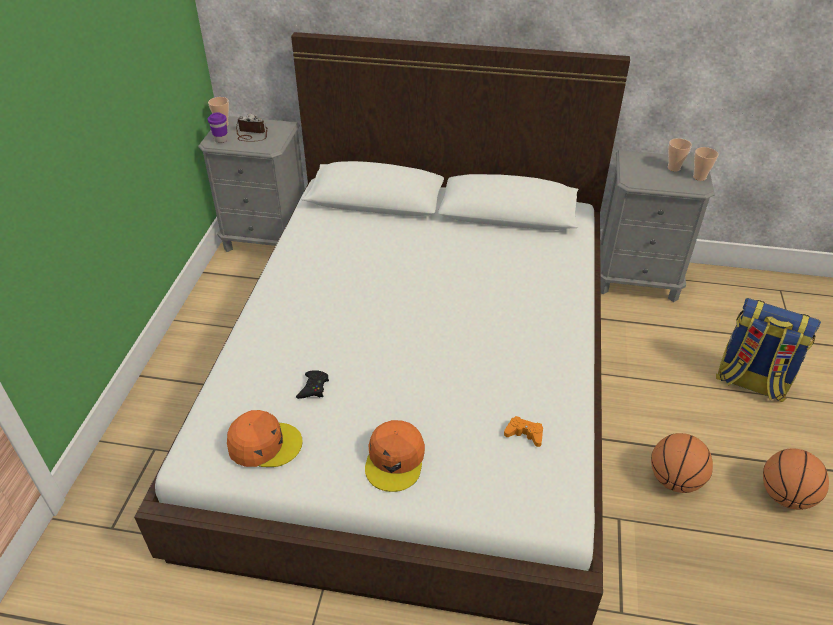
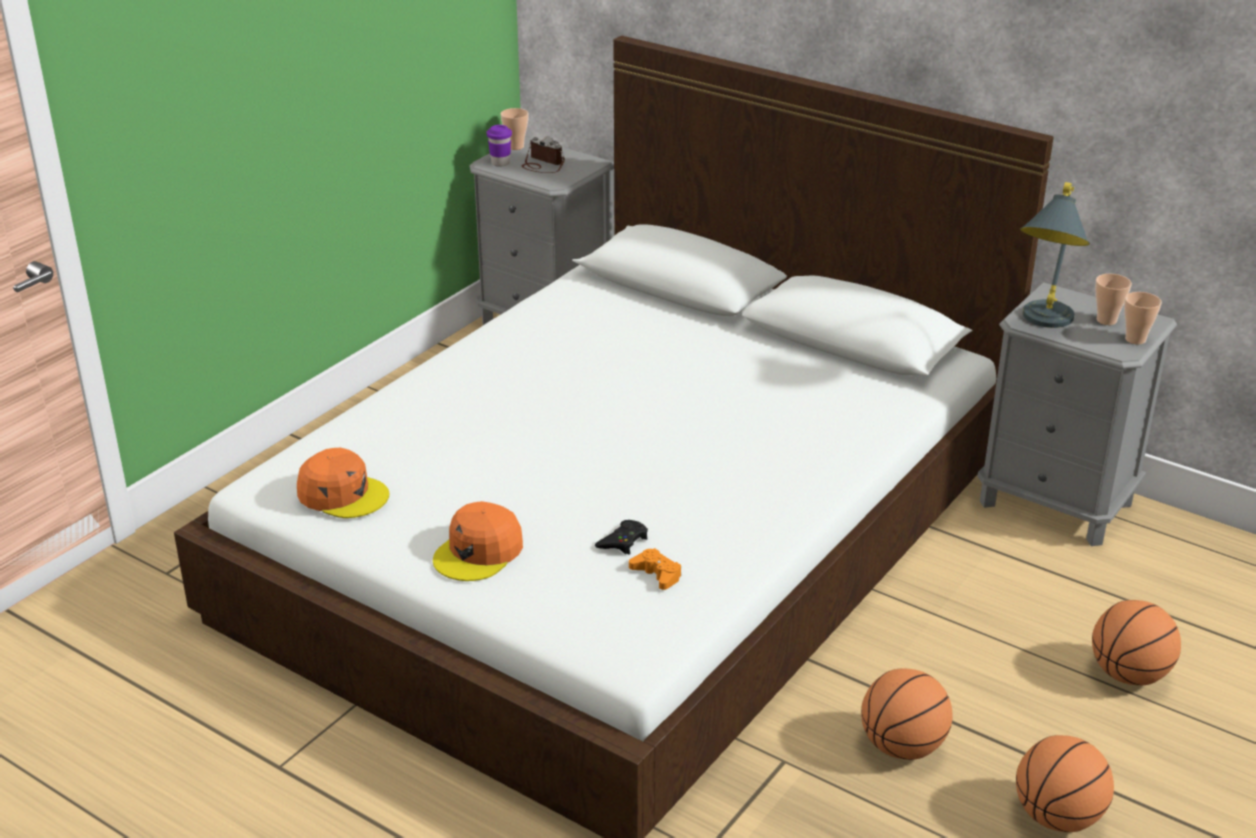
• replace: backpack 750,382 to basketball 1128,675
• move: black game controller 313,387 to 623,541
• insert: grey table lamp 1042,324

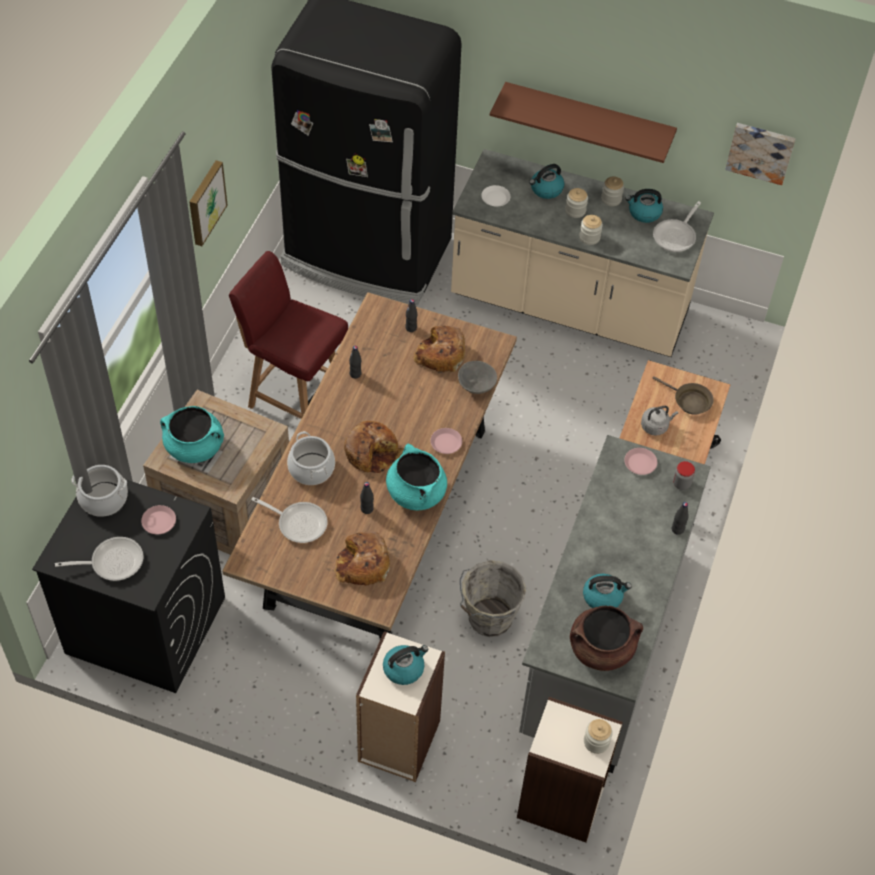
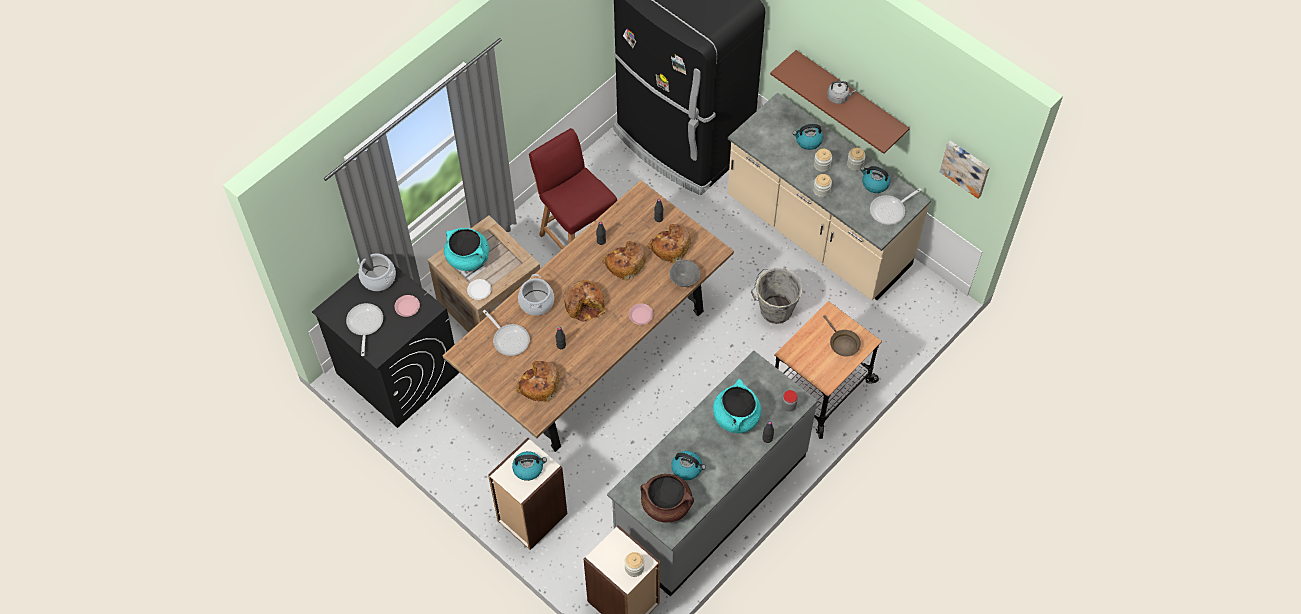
• delete: picture 205,202
• move: white plate 495,198 to 479,290
• move: grey kettle 655,426 to 839,97
• move: turquoise cooking pot 415,493 to 736,417
• delete: pink plate 640,463
• rotate: frying pan 112,562 = 364,325 105 degrees counterclockwise
• move: grey bucket 488,619 to 774,310
• insert: bread 624,263

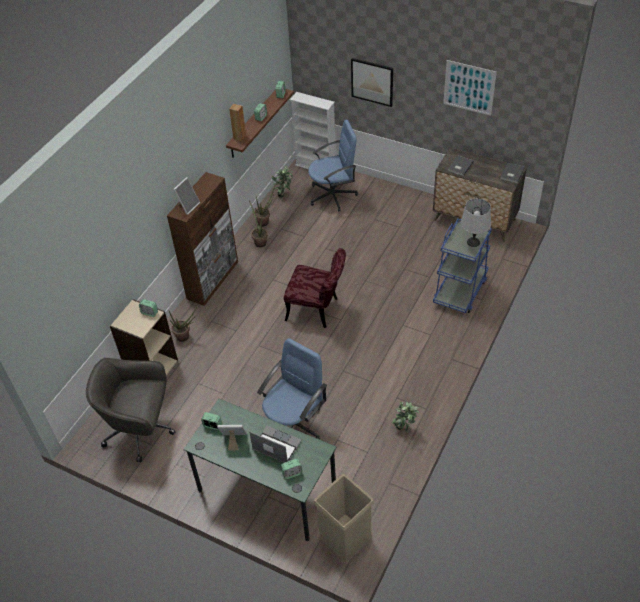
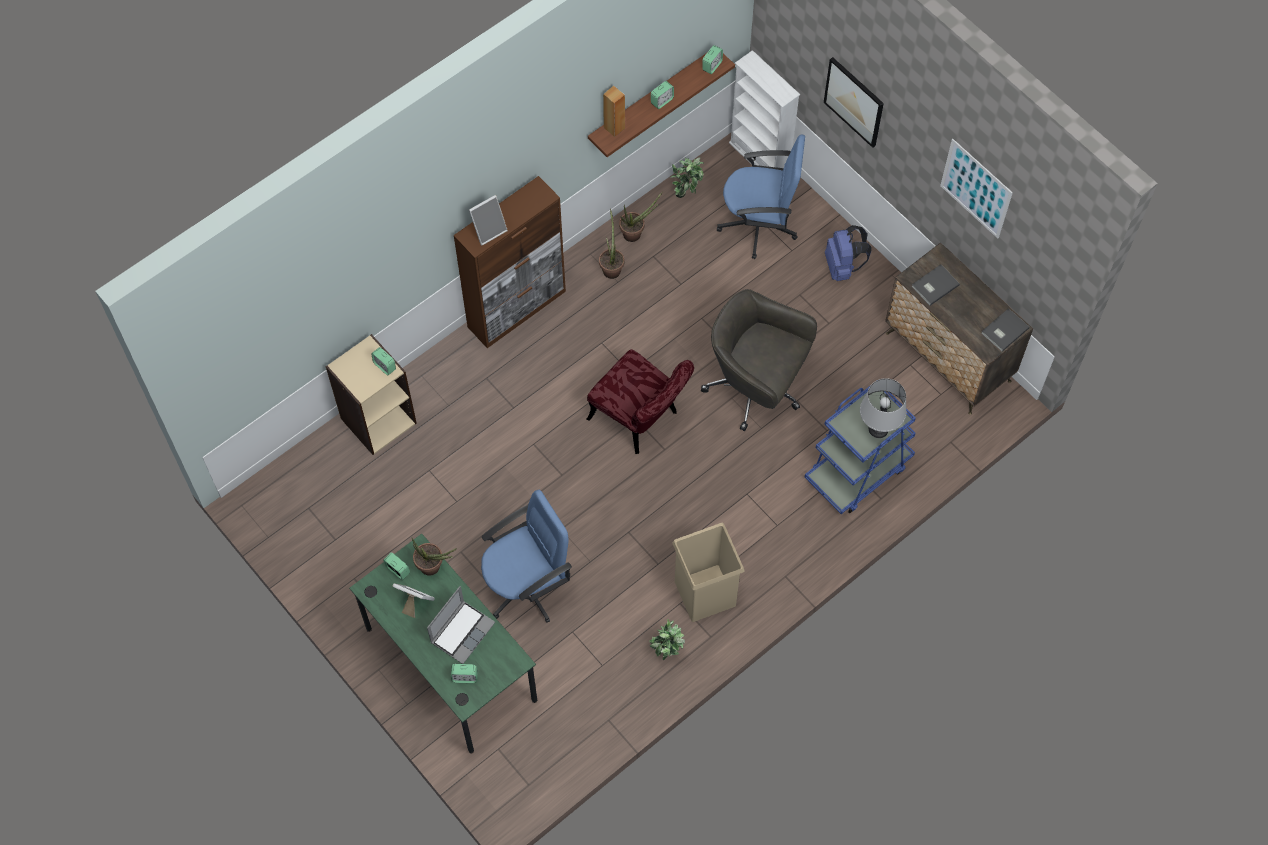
• move: potted plant 185,337 to 434,568
• move: grey office chair 141,430 to 756,388
• rotate: laptop 276,446 = 462,631 75 degrees clockwise
• move: beige trash can 345,538 to 704,593
• insert: blue backpack 843,267

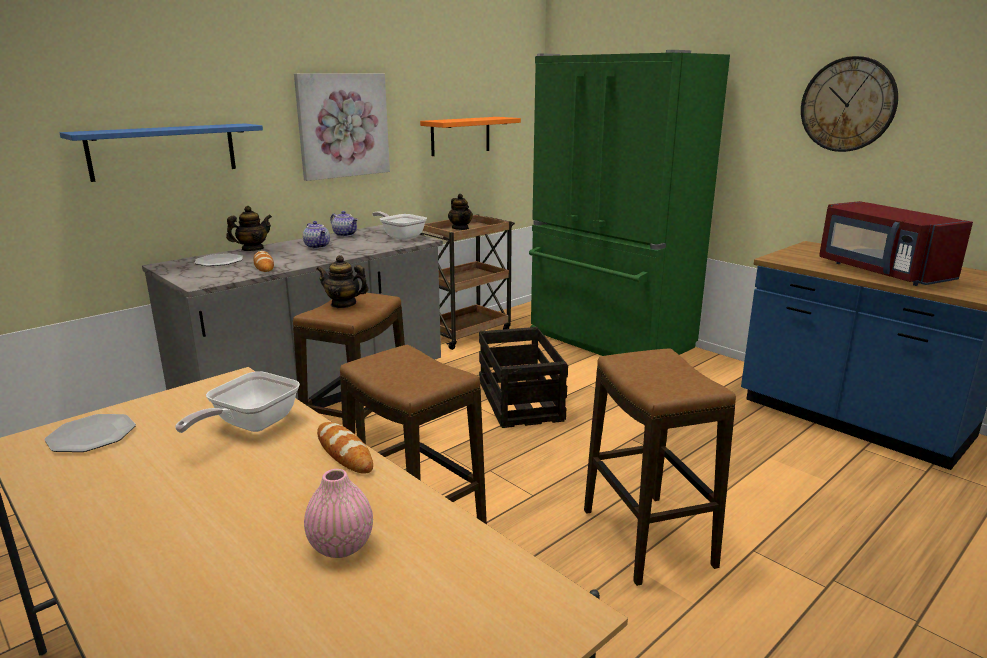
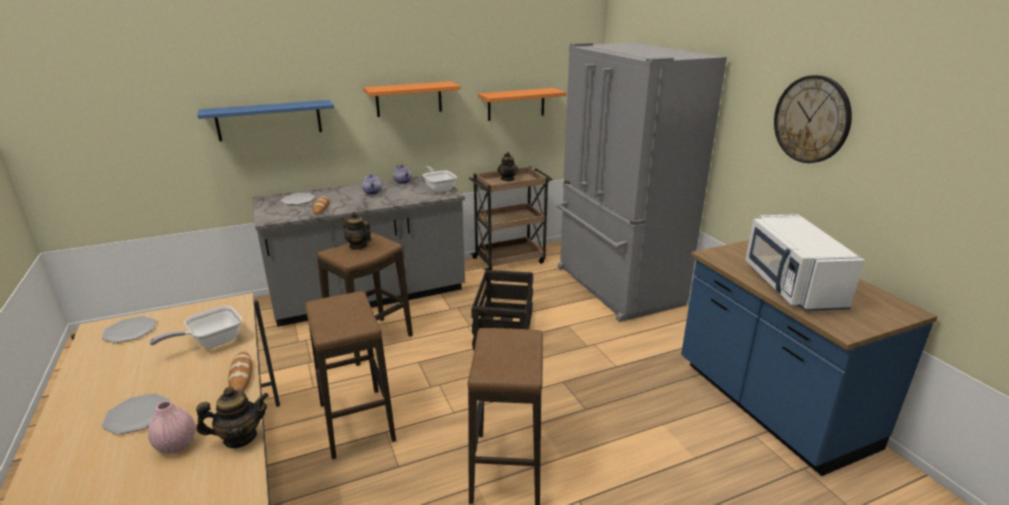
• recolor: green fridge 608,341 to grey fridge 616,286
• replace: picture 342,125 to orange shelf 409,99
• recolor: red microwave 880,272 to white microwave 790,285
• move: teapot 252,249 to 240,437
• insert: plate 137,415

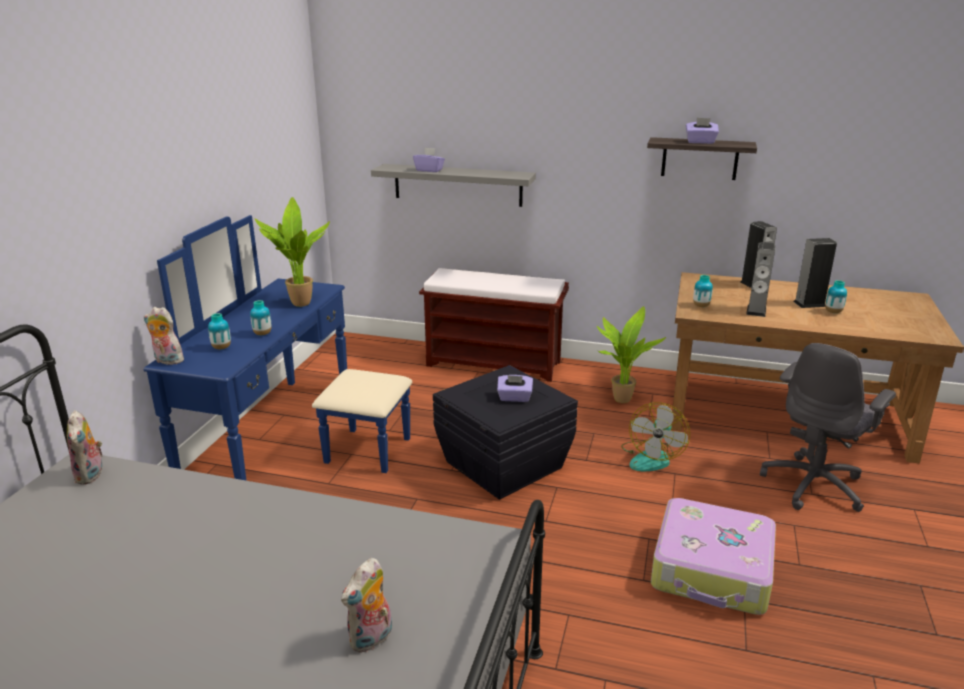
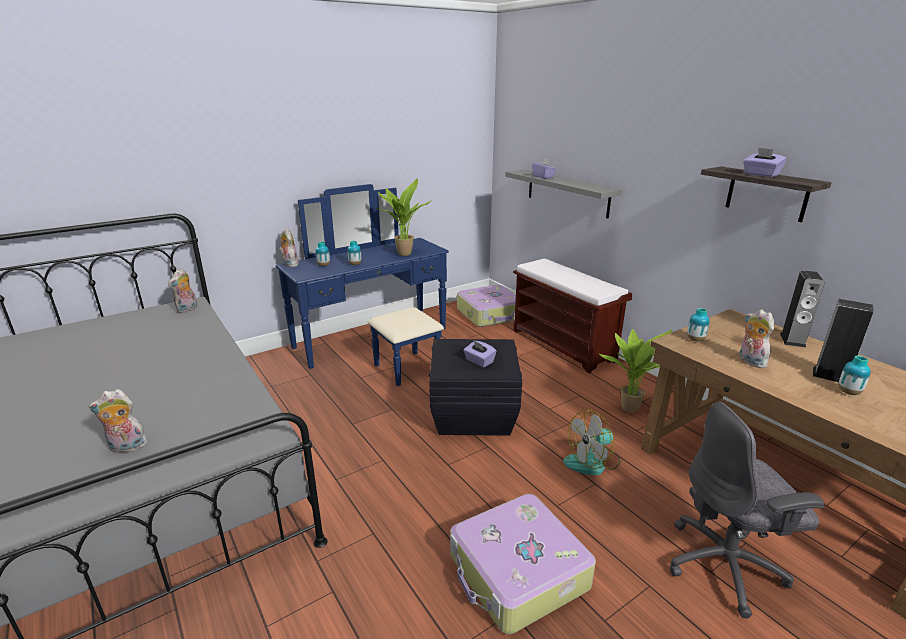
• replace: speaker 756,310 to plush toy 749,361
• insert: suitcase 490,314

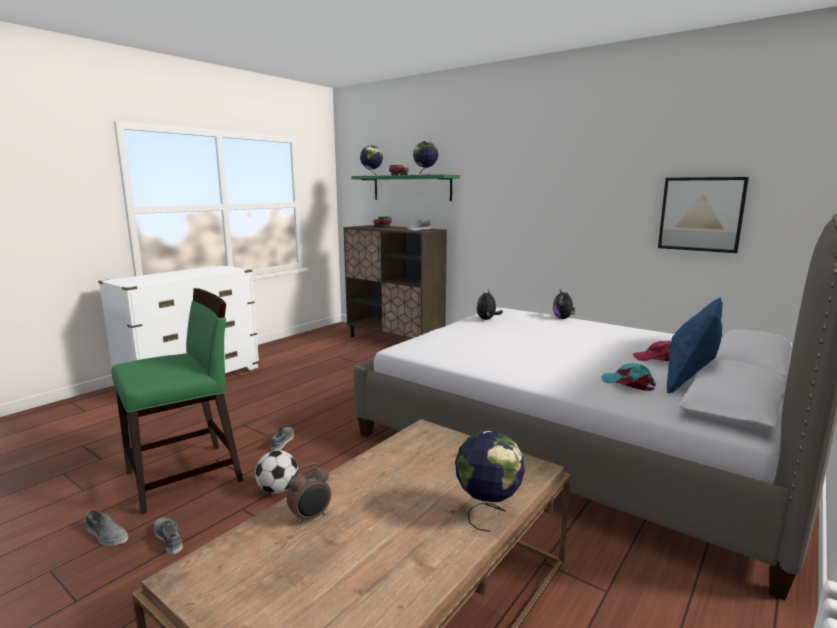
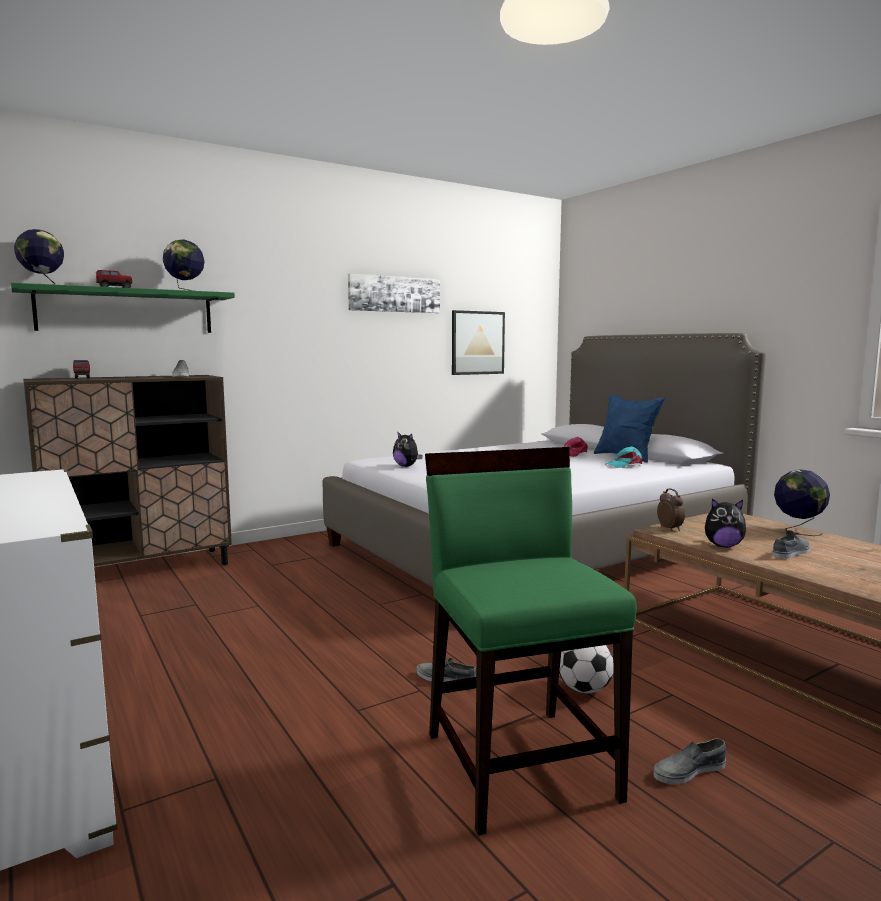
• move: plush toy 563,318 to 723,546
• move: alarm clock 311,517 to 670,529
• move: grey shoe 106,535 to 791,552
• insert: picture 394,294

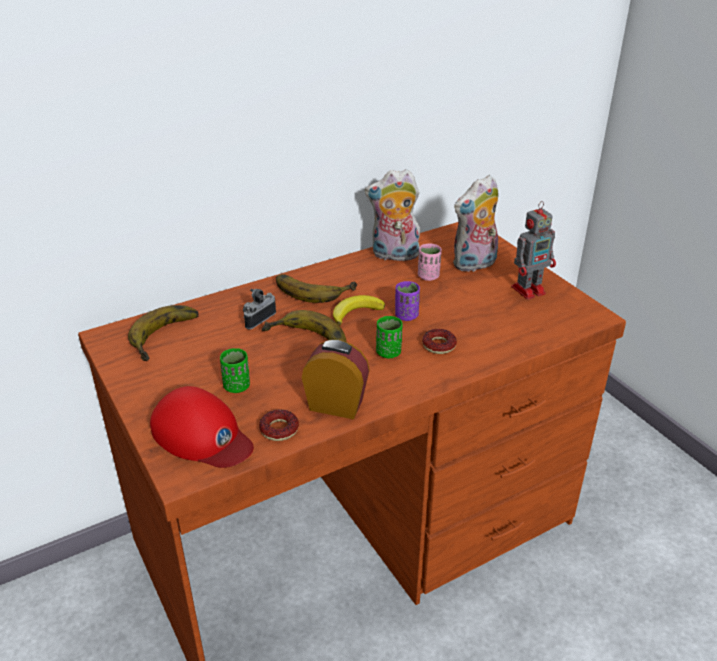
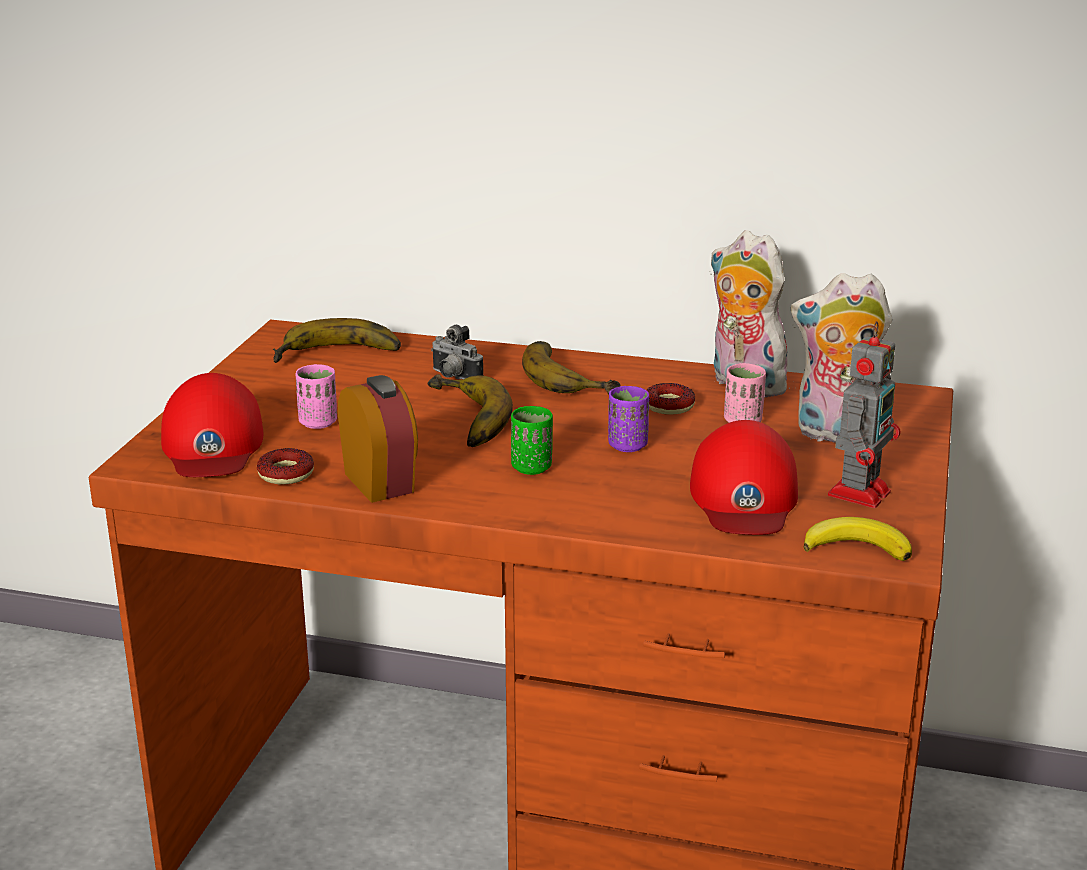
• rotate: toy robot 529,289 = 860,492 75 degrees counterclockwise
• rotate: photo camera 257,319 = 453,378 135 degrees counterclockwise
• move: banana 356,312 to 856,547
• move: donut 439,345 to 669,406
• recolor: green cup 237,386 to pink cup 318,422
• insert: red cap 744,496

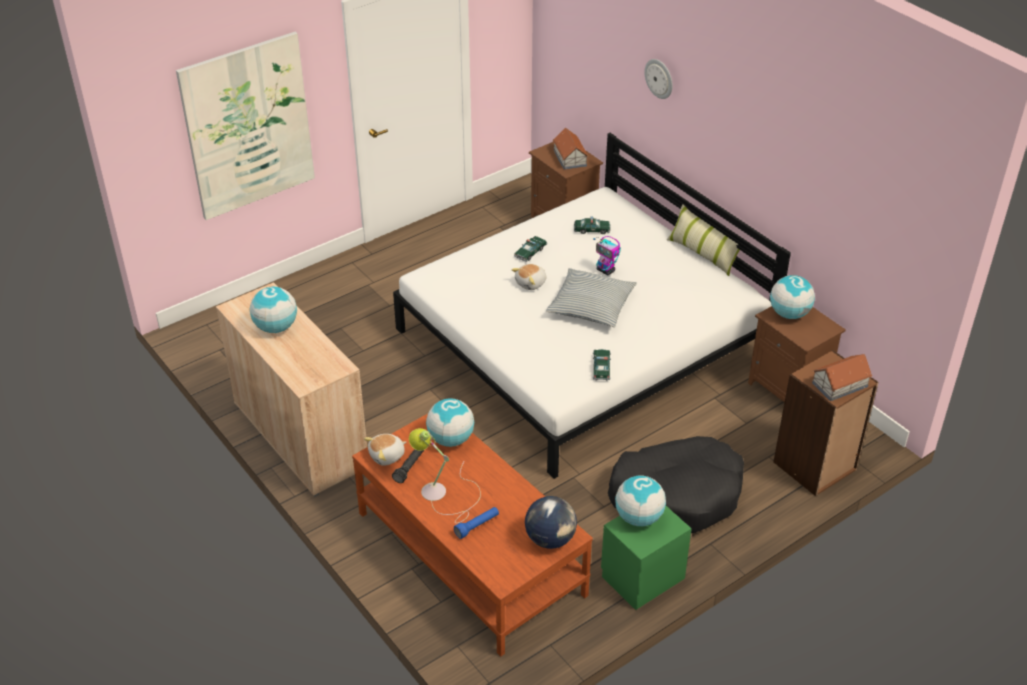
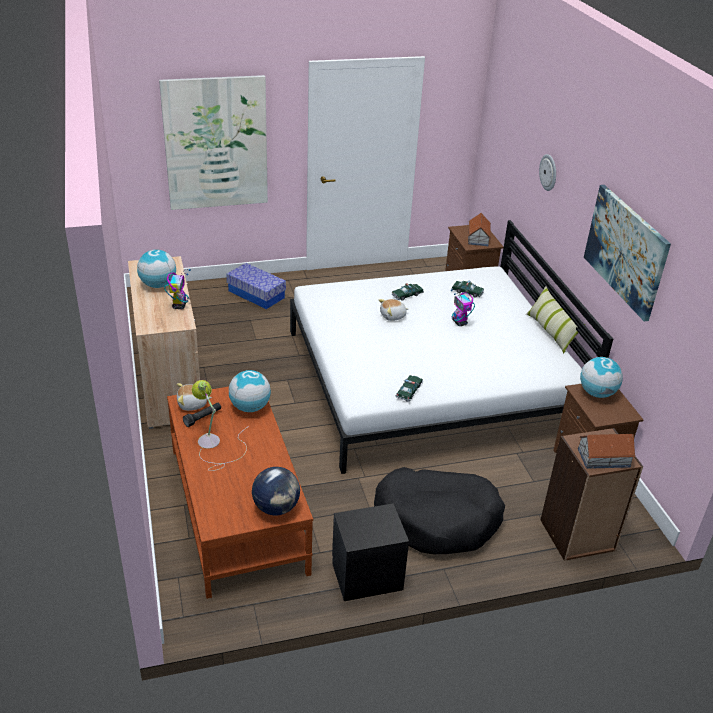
• delete: pillow 591,306
• delete: globe 638,518
• recolor: green nightstand 641,576 to black nightstand 366,575
• delete: blue flashlight 477,526
• insert: picture 625,250
• insert: storage box 256,294
• insert: toy robot 179,305

